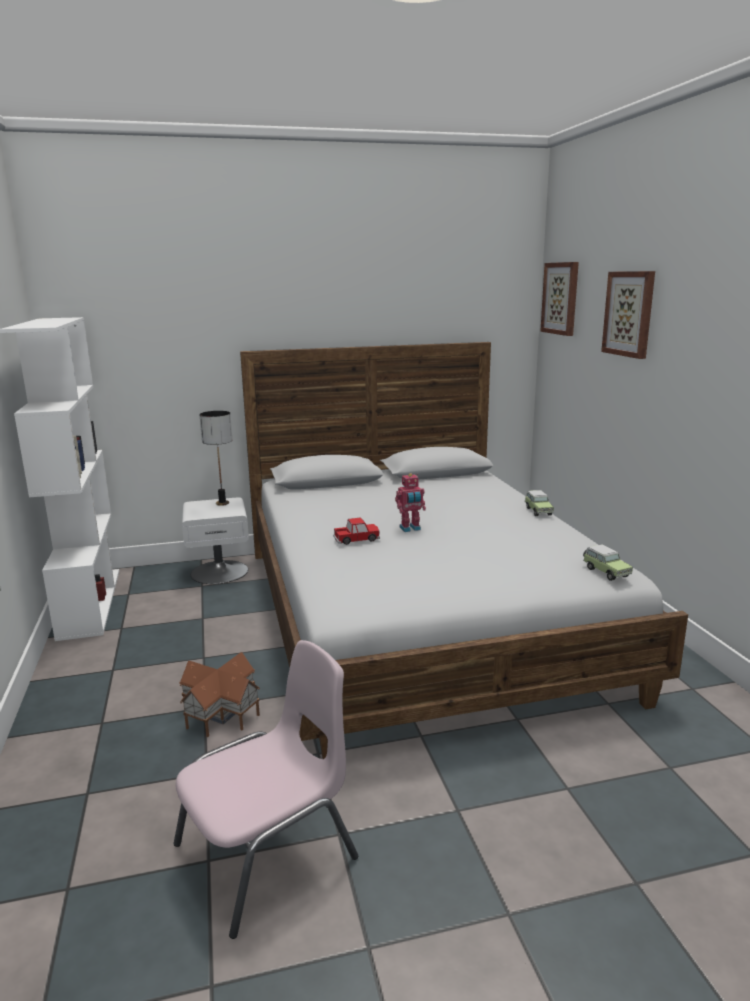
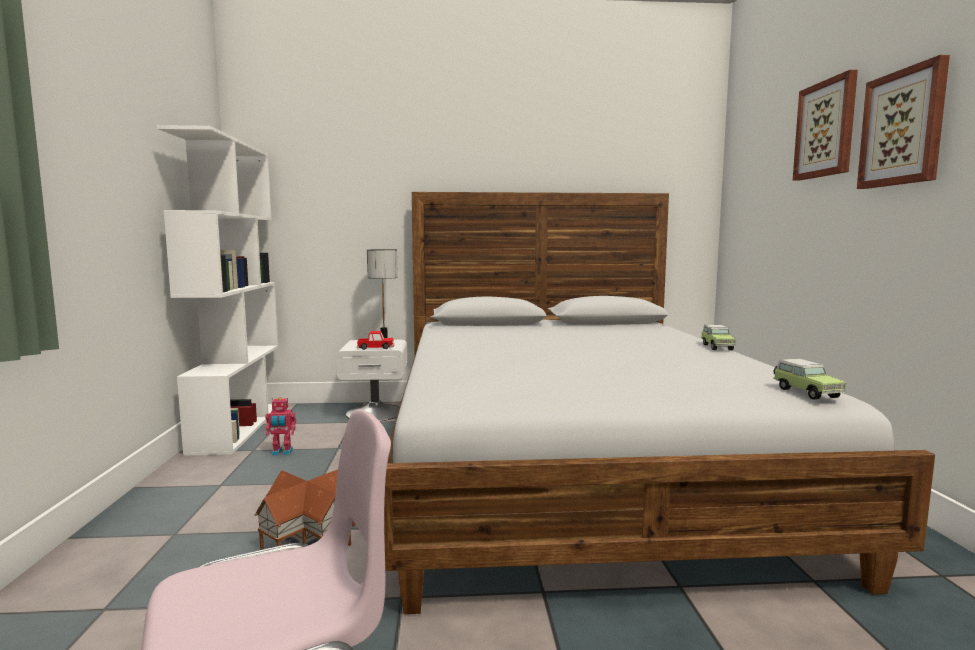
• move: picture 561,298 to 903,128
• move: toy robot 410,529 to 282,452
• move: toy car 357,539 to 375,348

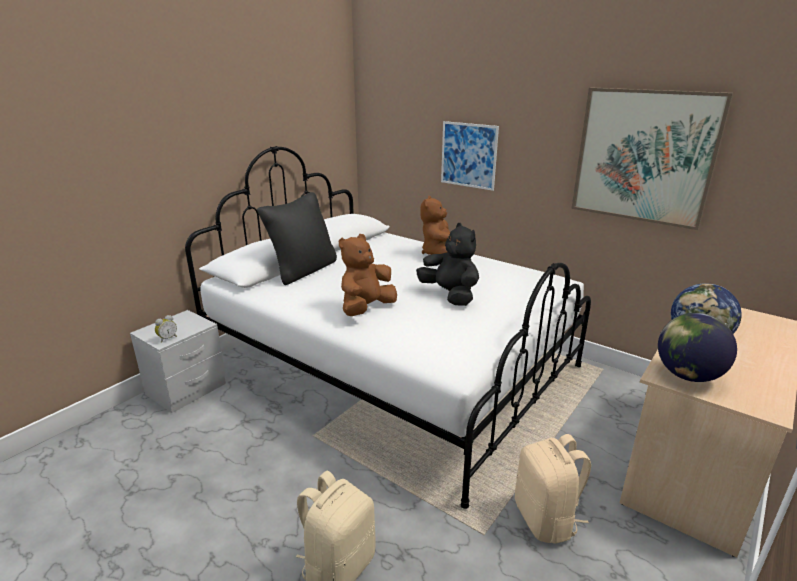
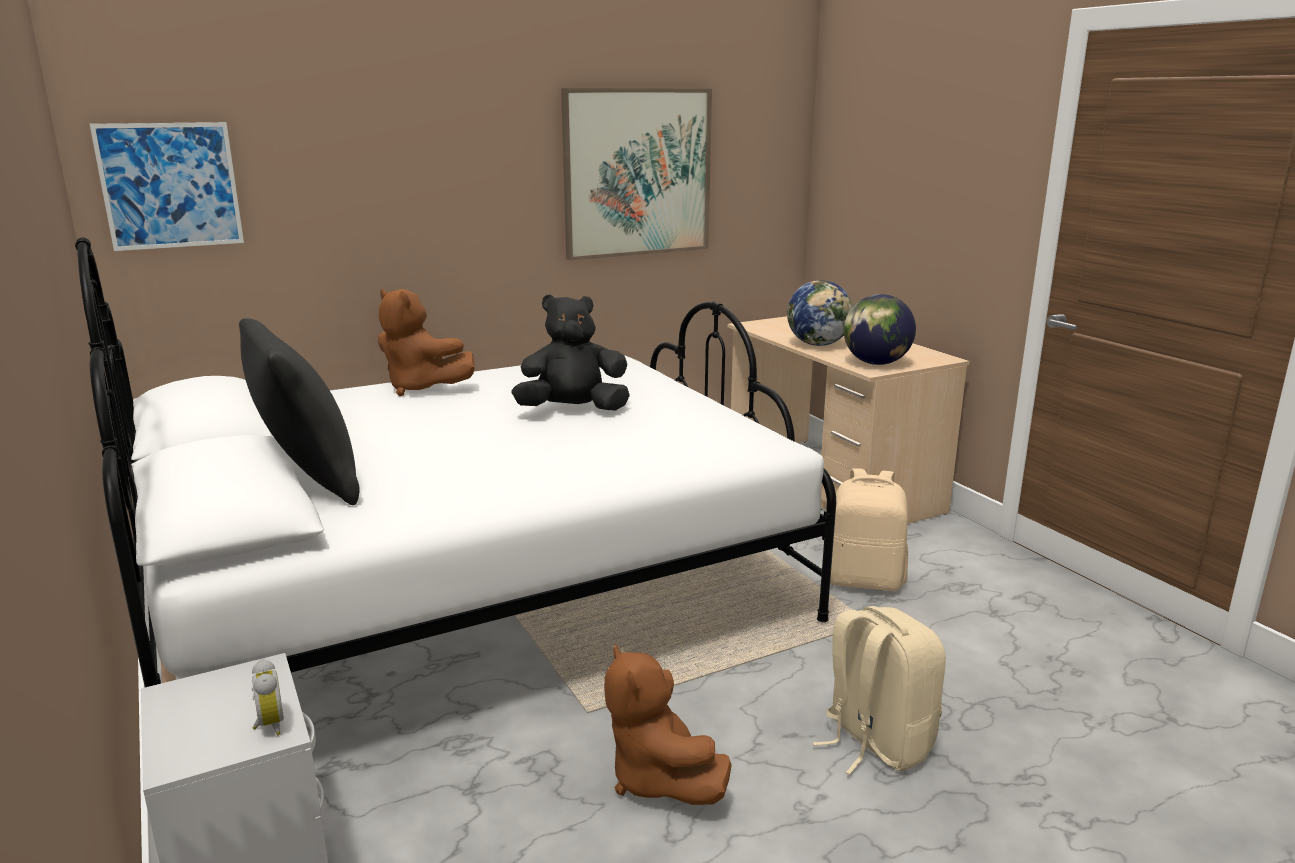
• move: picture 468,155 to 170,186
• move: brown plush toy 366,308 to 658,779

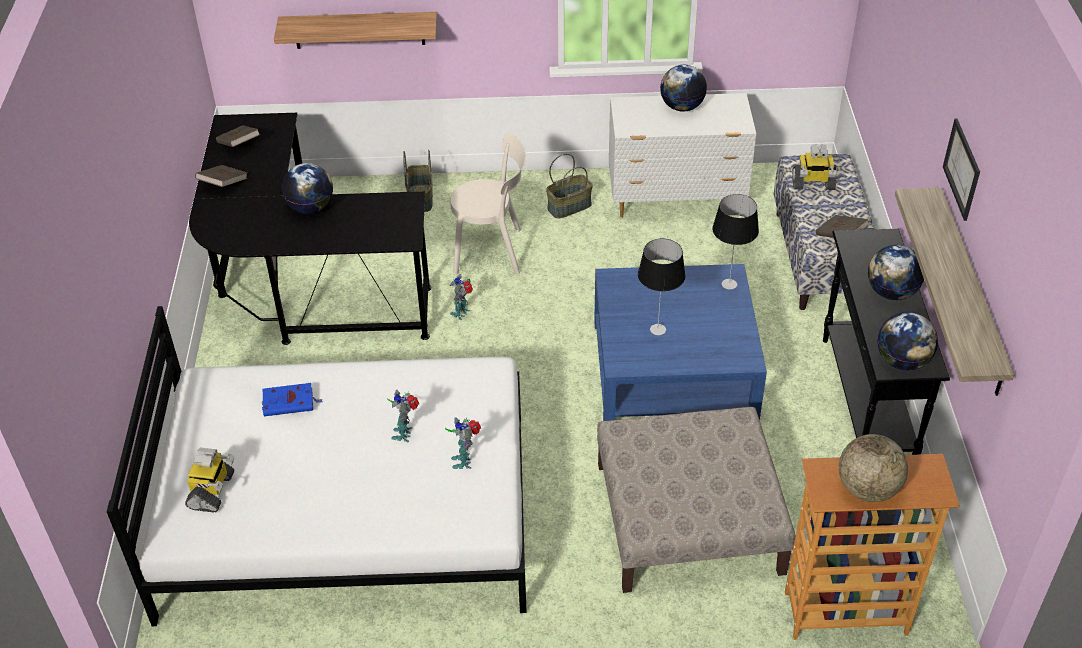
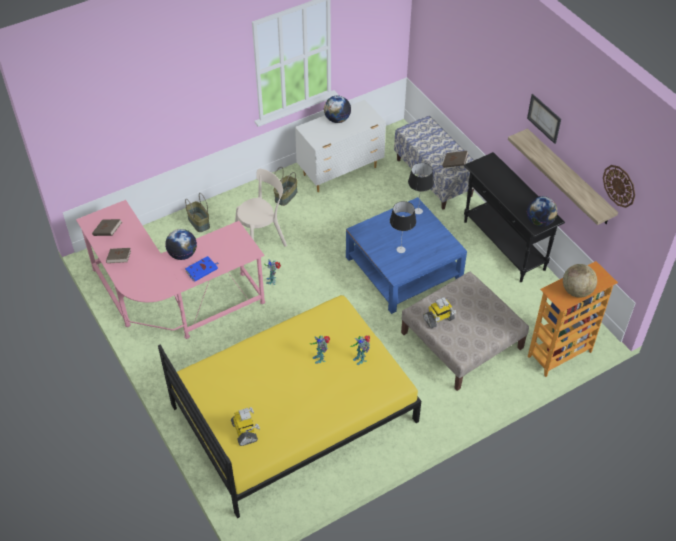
• delete: shelf 359,30
• recolor: black desk 302,286 to pink desk 171,301
• move: toy robot 812,184 to 438,319
• delete: globe 891,292
• recolor: white bed 348,512 to yellow bed 294,413
• move: blue book 290,402 to 202,270
• insert: wall clock 619,186

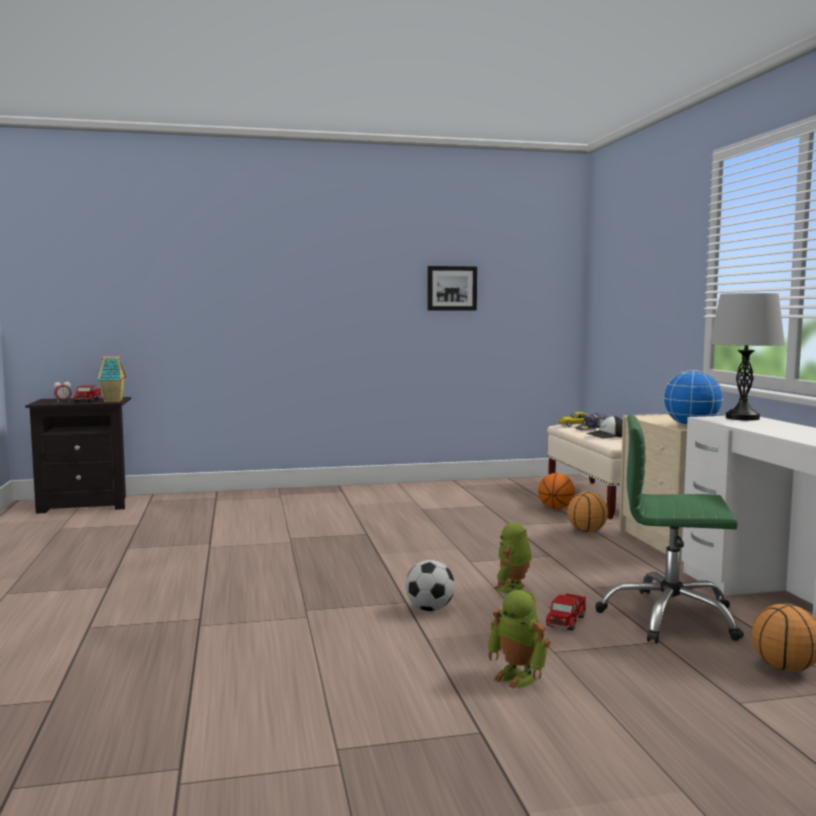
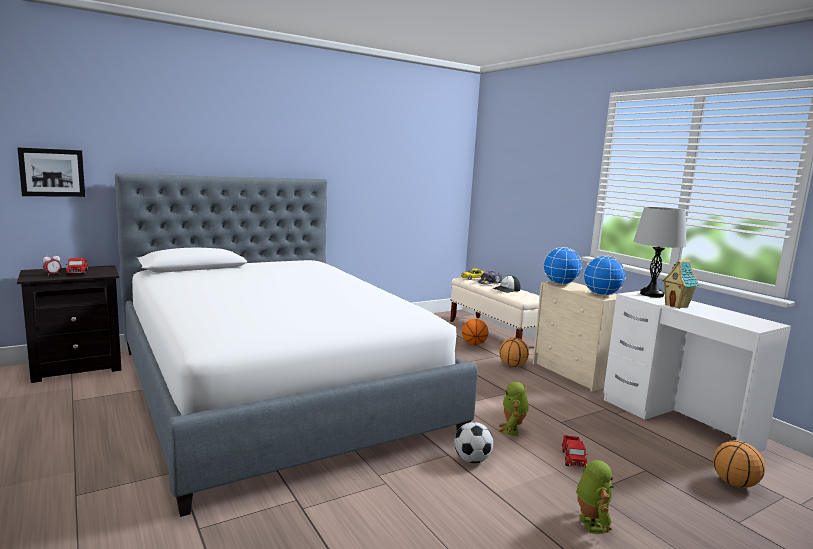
• move: picture 451,288 to 52,172
• move: toy house 114,401 to 677,306
• delete: green office chair 669,618
• rotate: toy robot 518,677 = 590,523 120 degrees counterclockwise
• insert: bed 275,389
• insert: globe 560,284

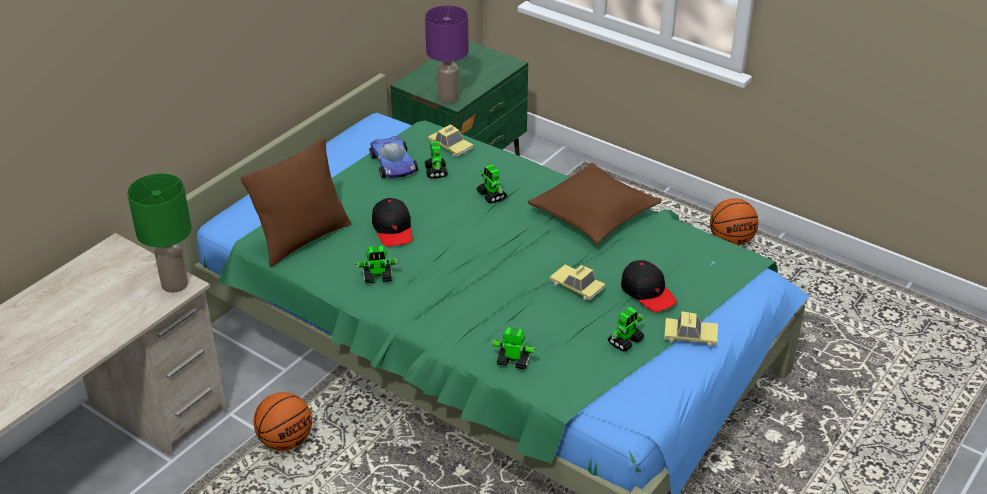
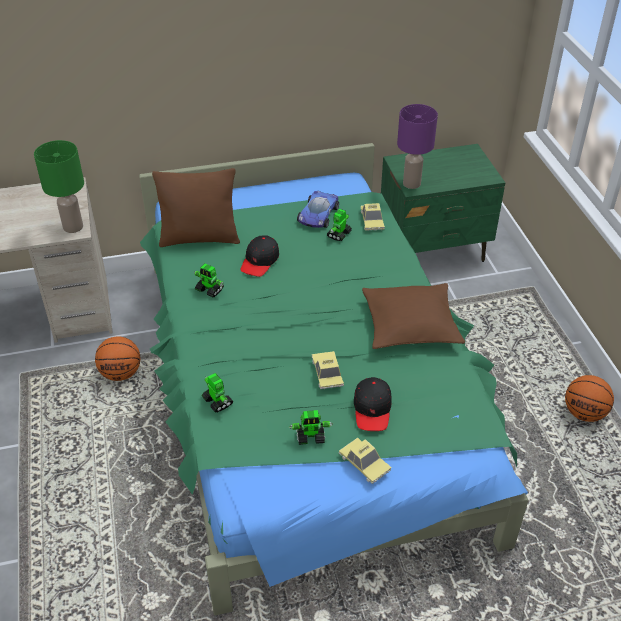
• delete: toy robot 491,196

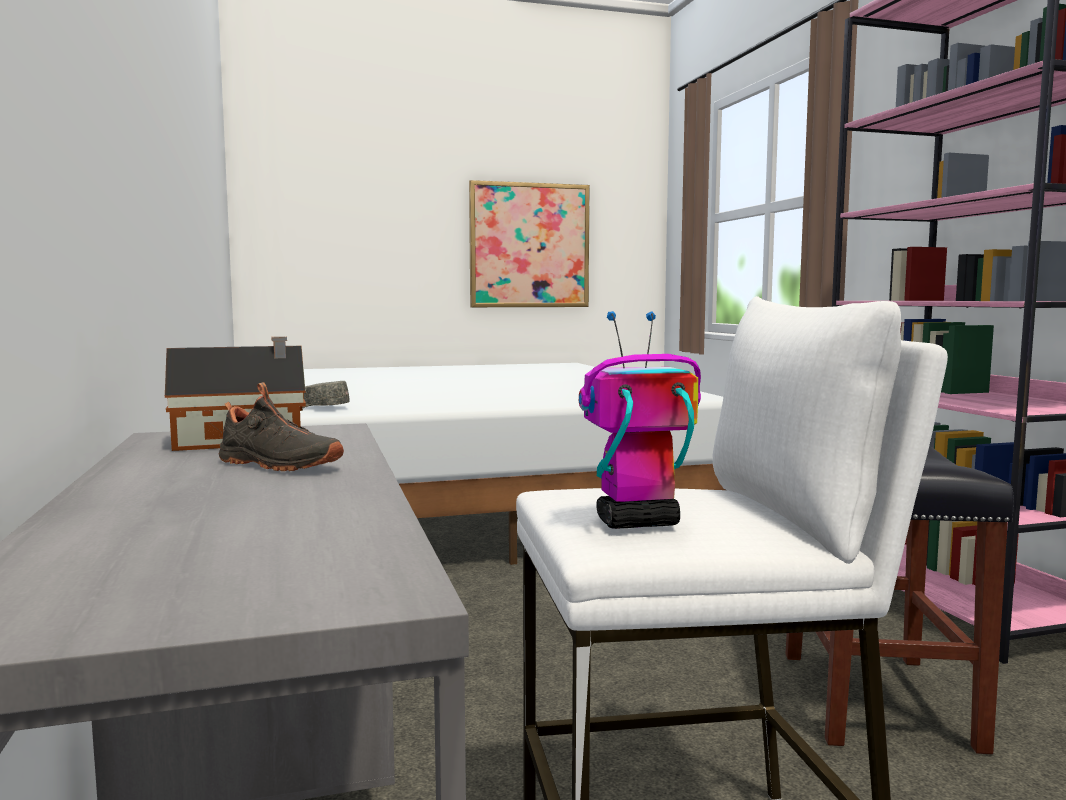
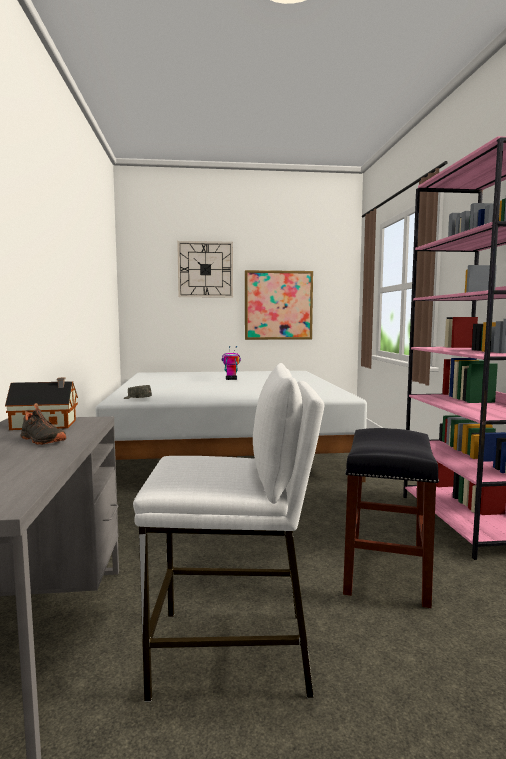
• move: toy robot 635,522 to 231,379
• insert: wall clock 205,269

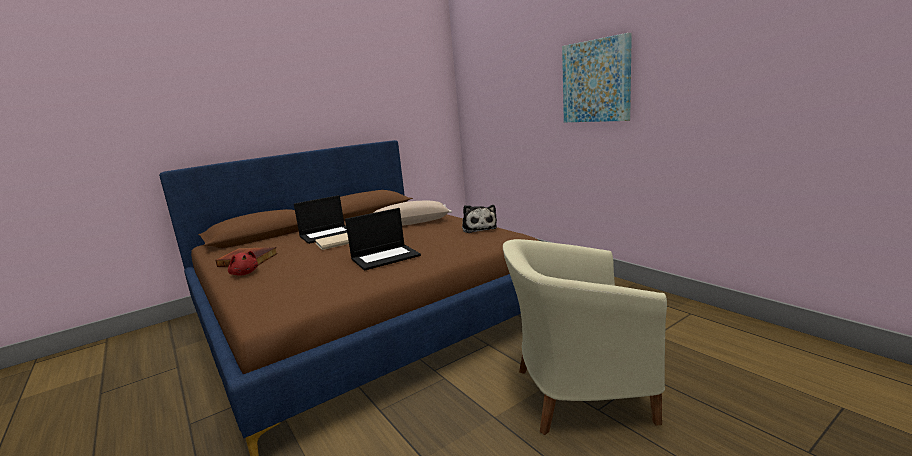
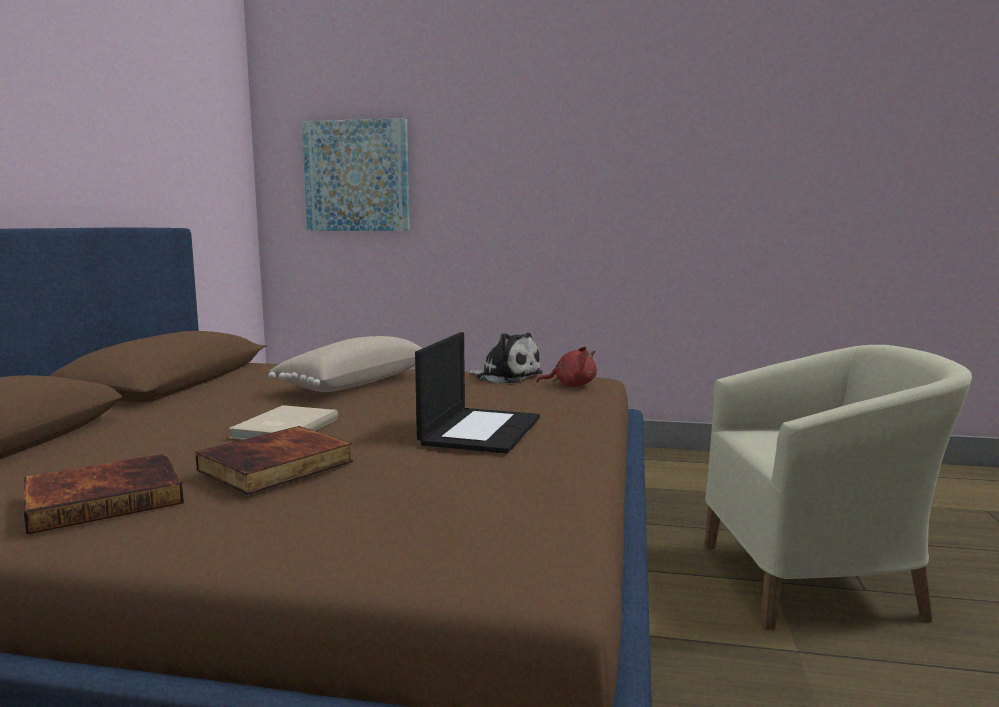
• move: picture 596,81 to 357,176
• delete: laptop 327,234
• rotate: beige armchair 577,393 = 816,581 135 degrees counterclockwise
• move: red plush toy 244,273 to 571,385
• insert: book 277,467

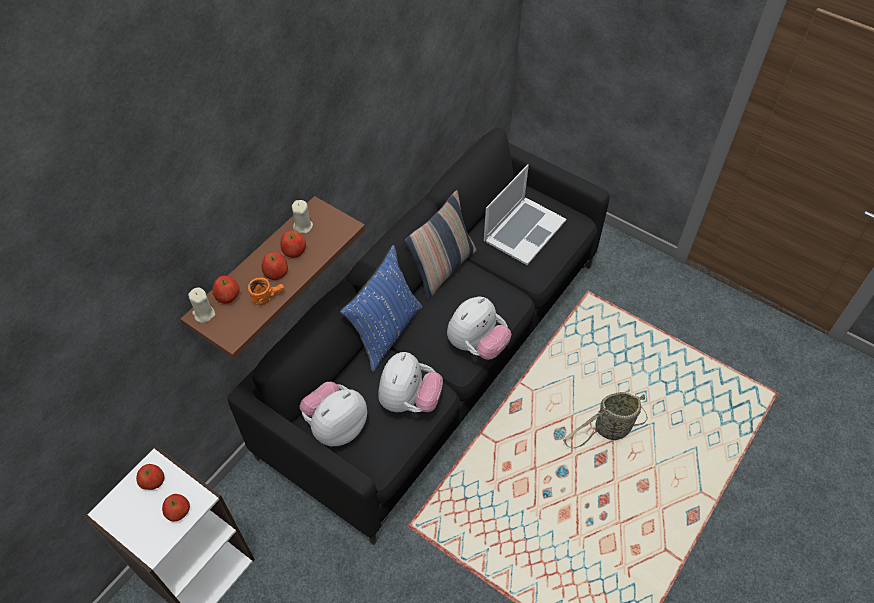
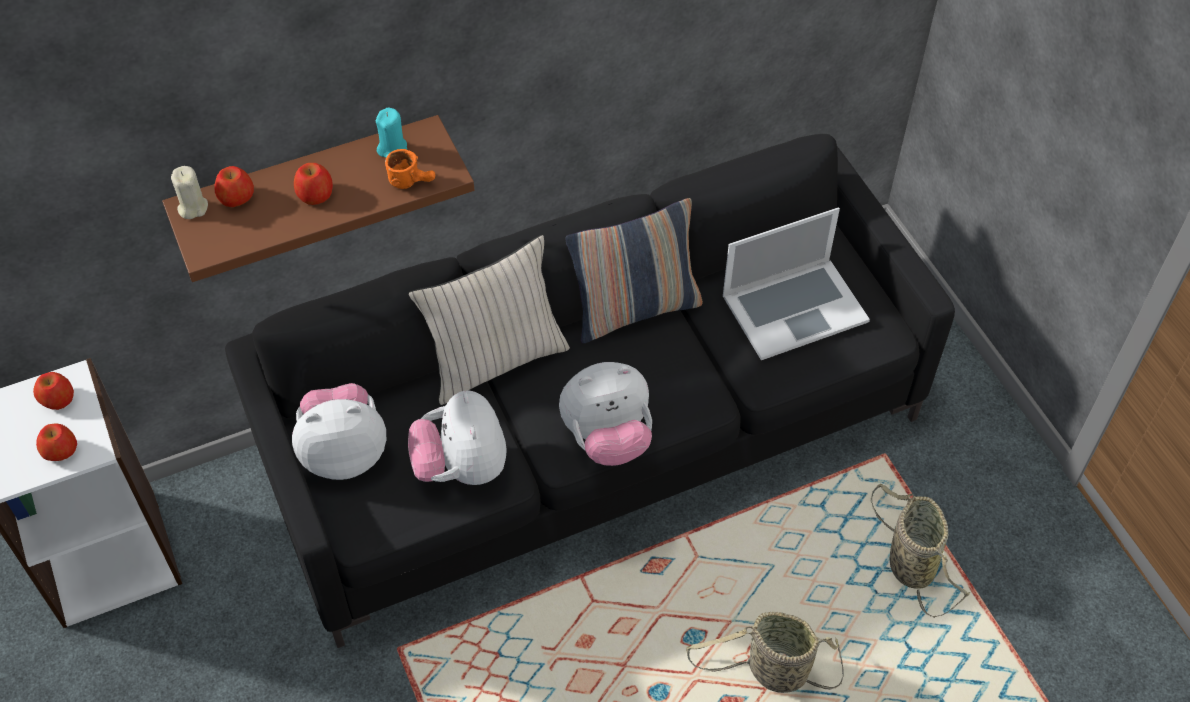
• recolor: beige candle 303,226 to turquoise candle 392,149
• delete: apple 294,250
• recolor: blue pillow 385,332 to beige pillow 495,360
• move: orange mug 268,296 to 412,181
• rotate: plush toy 409,400 = 461,467 120 degrees clockwise
• insert: basket 909,562

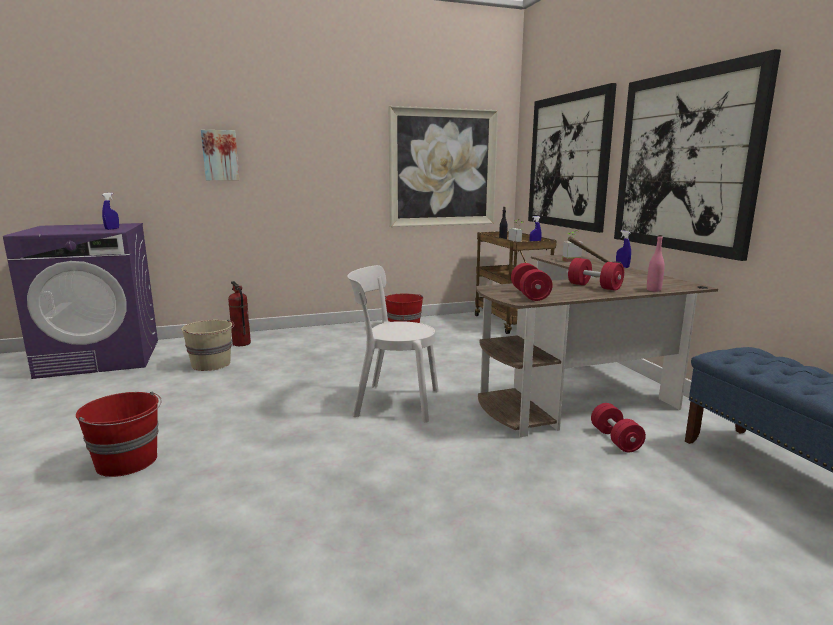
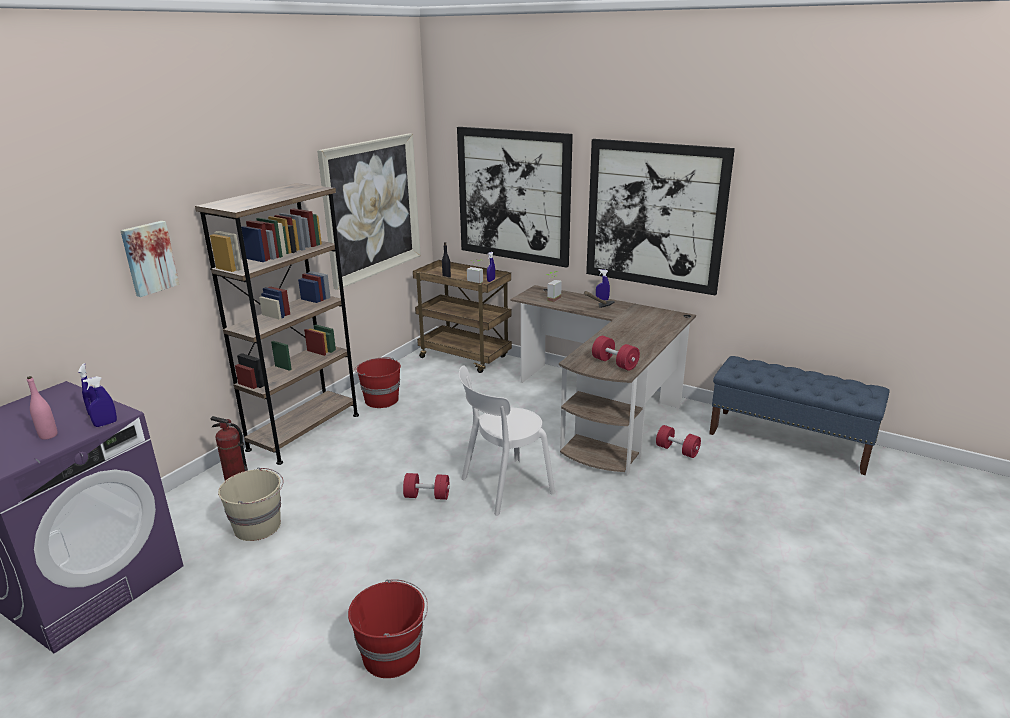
• move: pink bottle 653,290 to 48,435
• move: red dumbbell 594,286 to 427,496
• insert: brown bookcase 304,432
• insert: blue spray bottle 106,424

